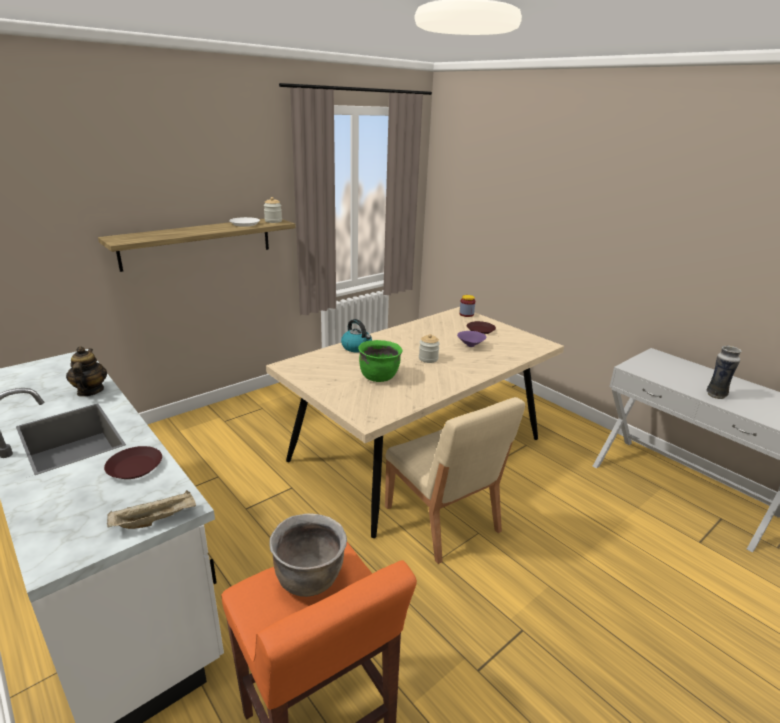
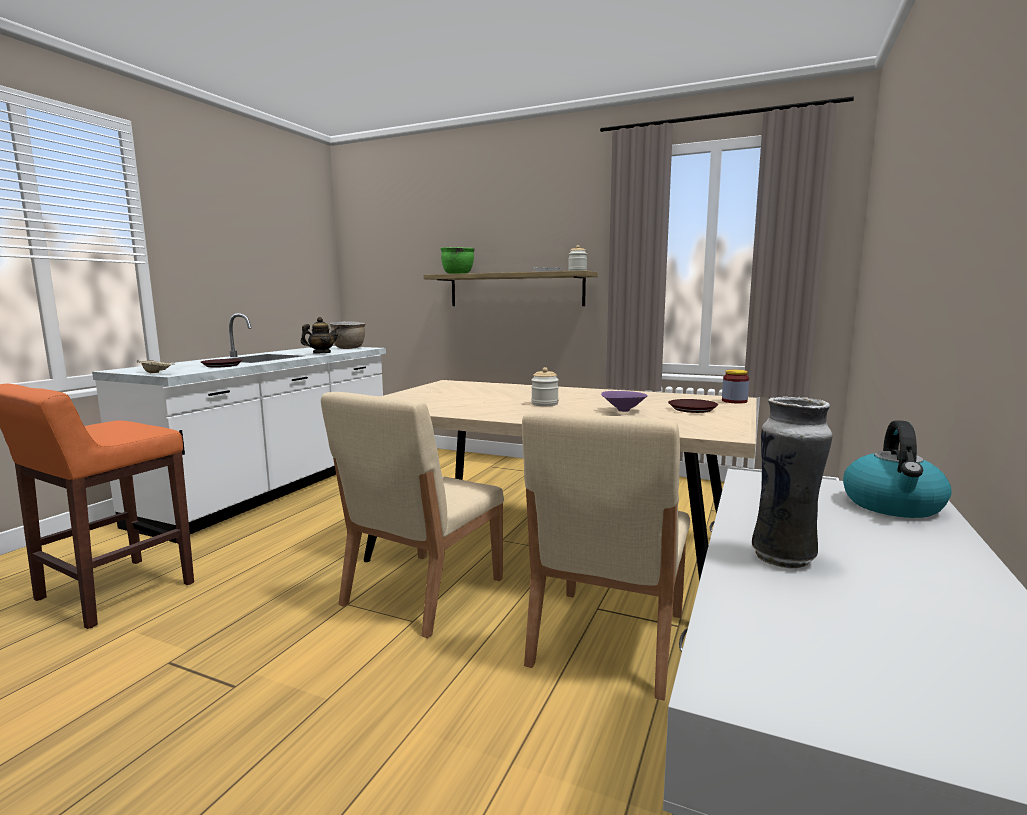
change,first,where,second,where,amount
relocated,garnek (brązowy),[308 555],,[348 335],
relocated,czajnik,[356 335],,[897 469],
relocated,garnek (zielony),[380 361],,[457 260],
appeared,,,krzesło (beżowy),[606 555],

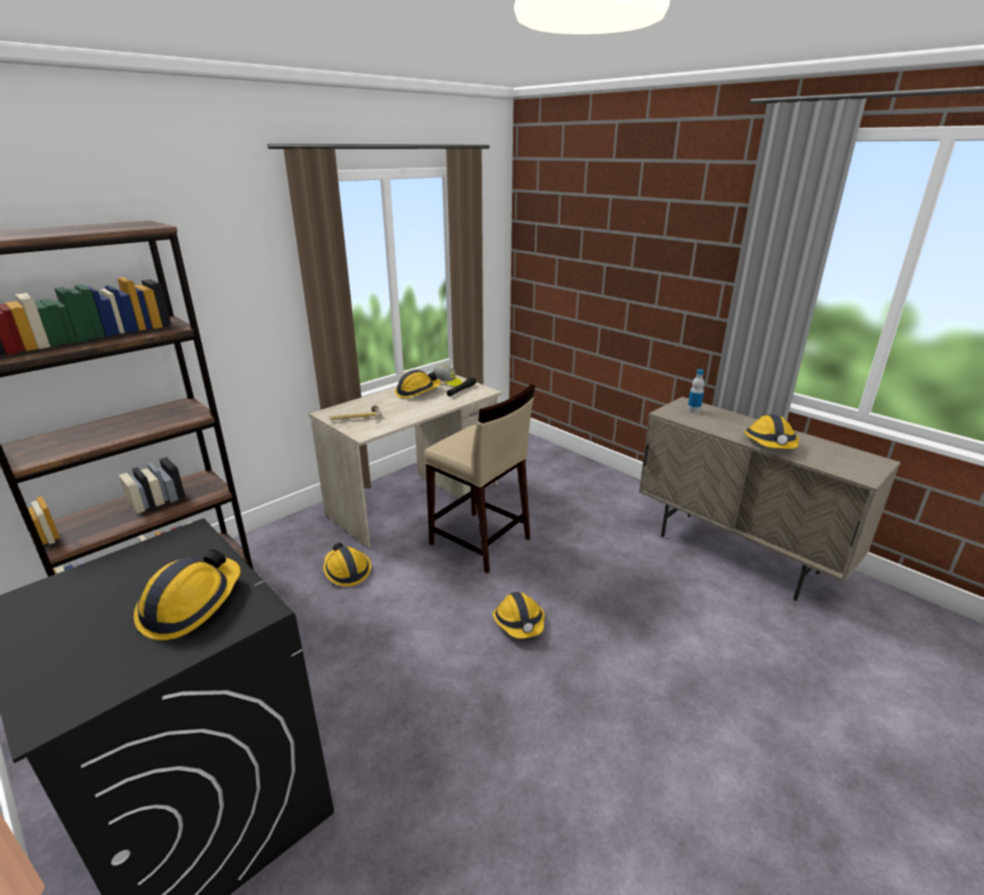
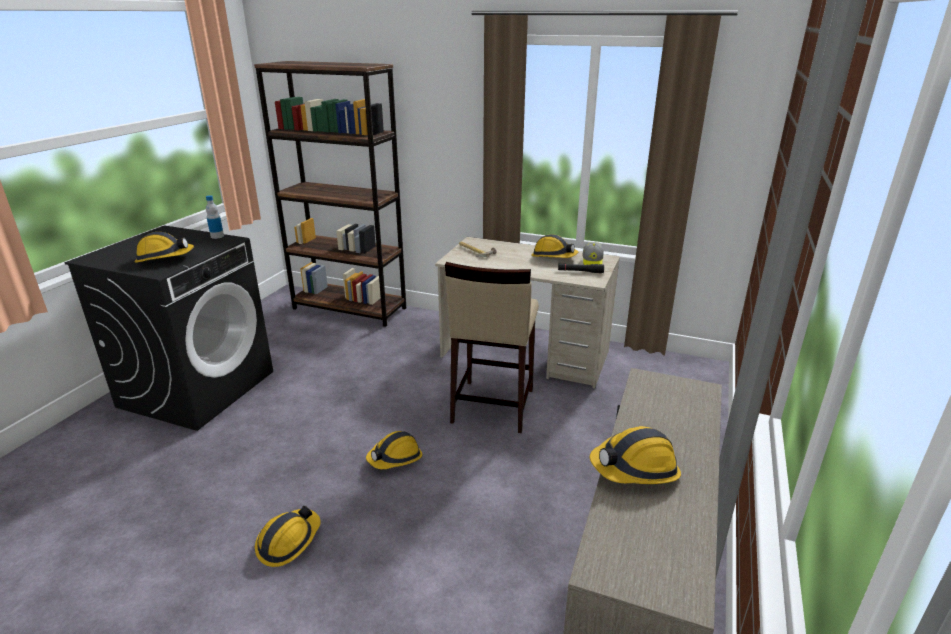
change,first,where,second,where,amount
relocated,kask,[347 565],,[288 536],
relocated,butelka,[696 391],,[215 217],

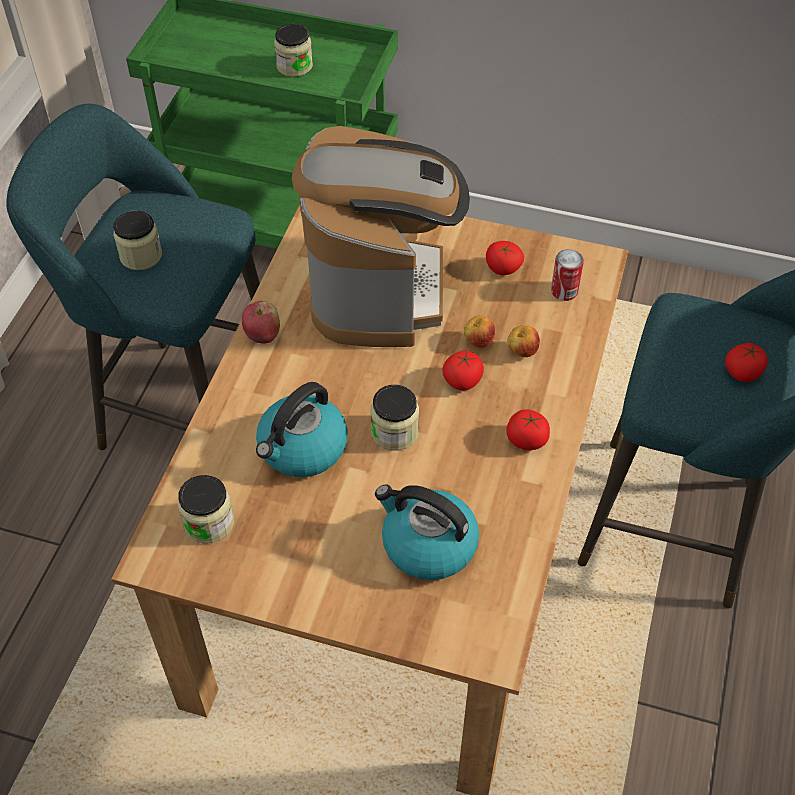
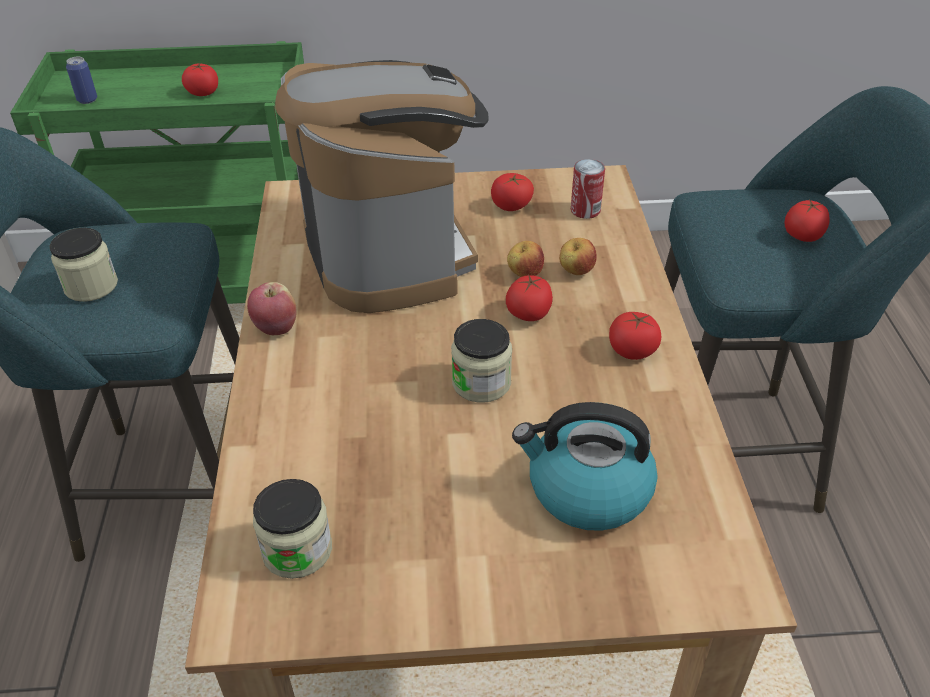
change,first,where,second,where,amount
missing,czajnik,[302 429],,,
exchanged,słoik,[293 50],pomidor,[200 79],
appeared,,,puszka,[81 80],

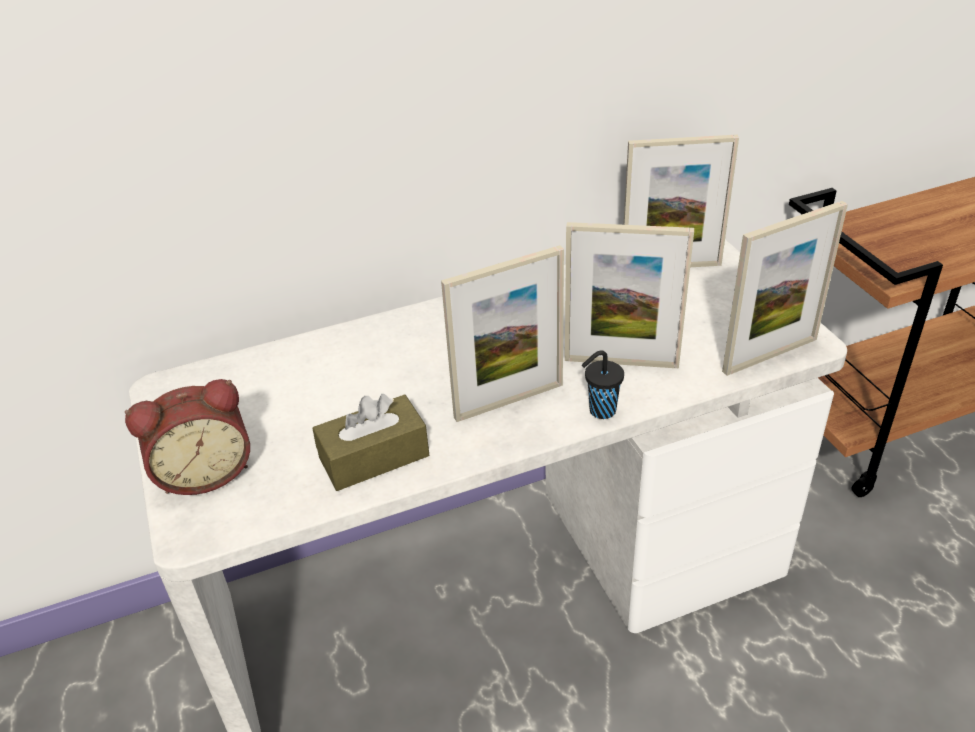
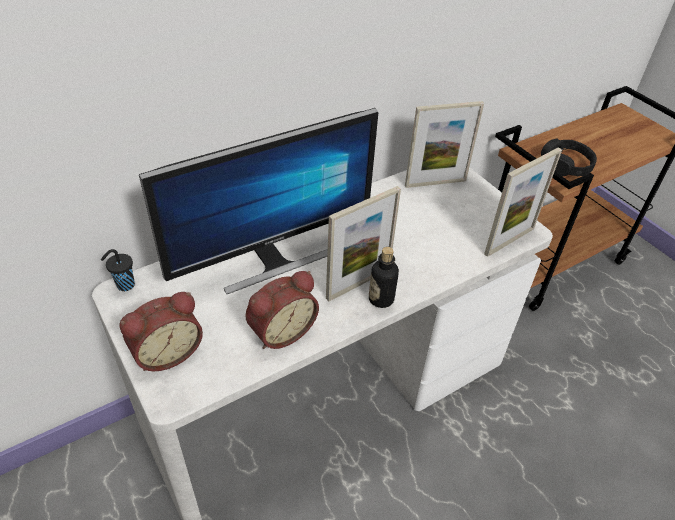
change,first,where,second,where,amount
exchanged,pudełko chusteczek (brązowy),[370 442],budzik,[282 310],
missing,ramka na zdjęcie,[629 295],,,
relocated,filiżanka (czarny),[603 384],,[118 270],
appeared,,,monitor,[258 201],
appeared,,,butelka,[384 277],
appeared,,,słuchawki (czarny),[569 158],

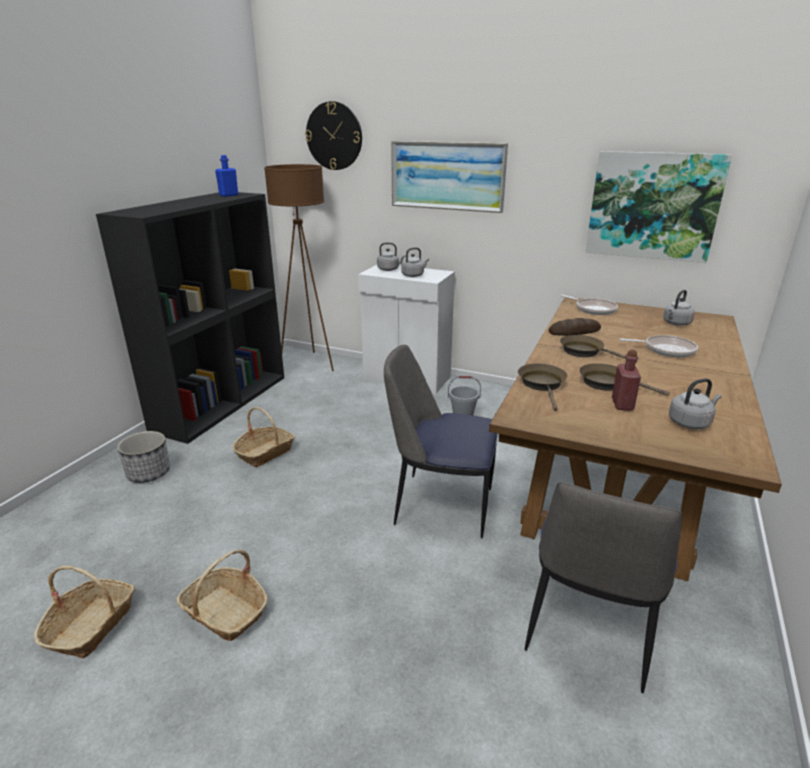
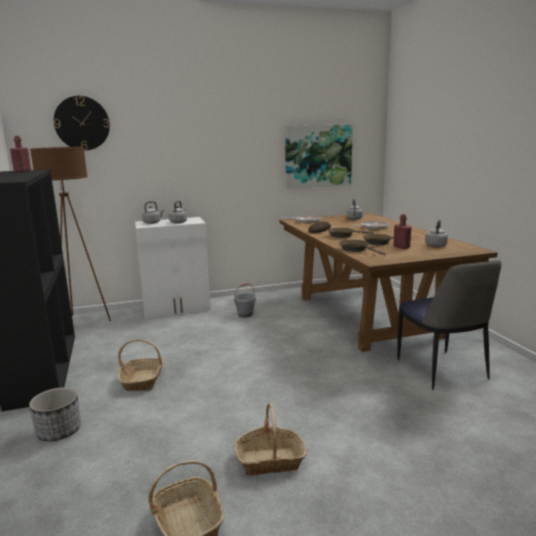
change,first,where,second,where,amount
colour,butelka (niebieski),[226 176],butelka (czerwony),[20 154],
missing,krzesło,[441 441],,,
missing,obraz,[449 177],,,

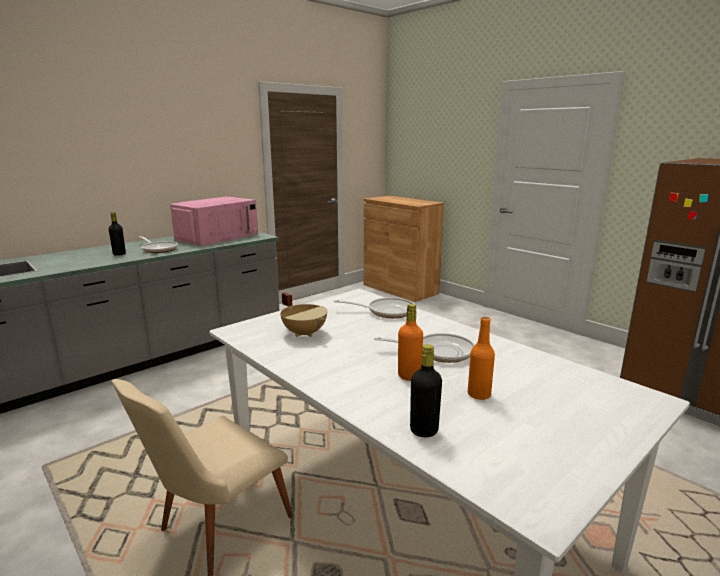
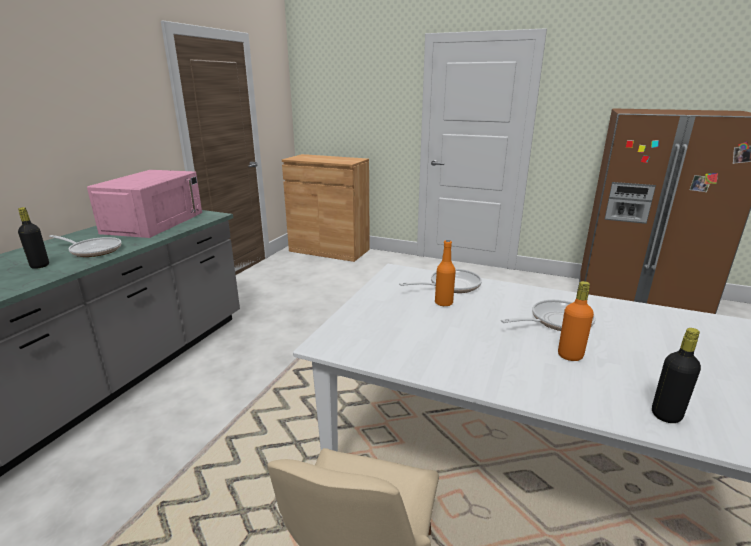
change,first,where,second,where,amount
missing,garnek (beżowy),[304 314],,,
relocated,butelka (pomarańczowy),[481 358],,[445 273],

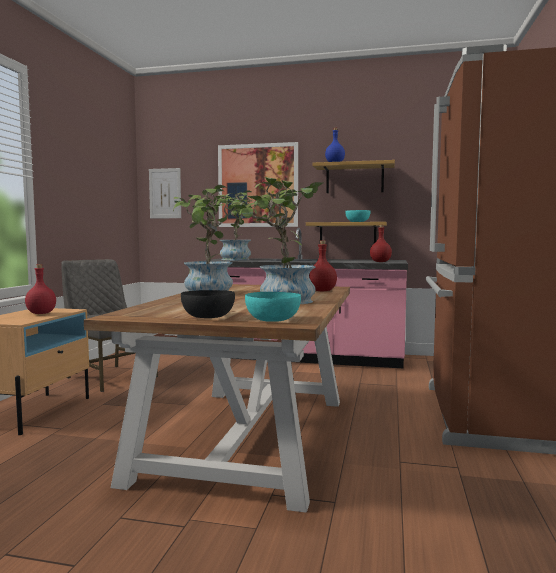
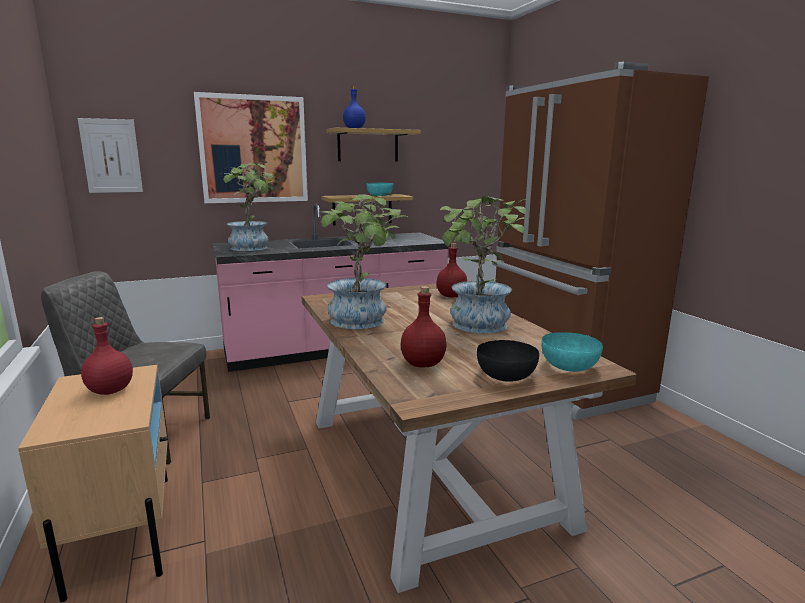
change,first,where,second,where,amount
relocated,butelka (czerwony),[381 243],,[423 326],

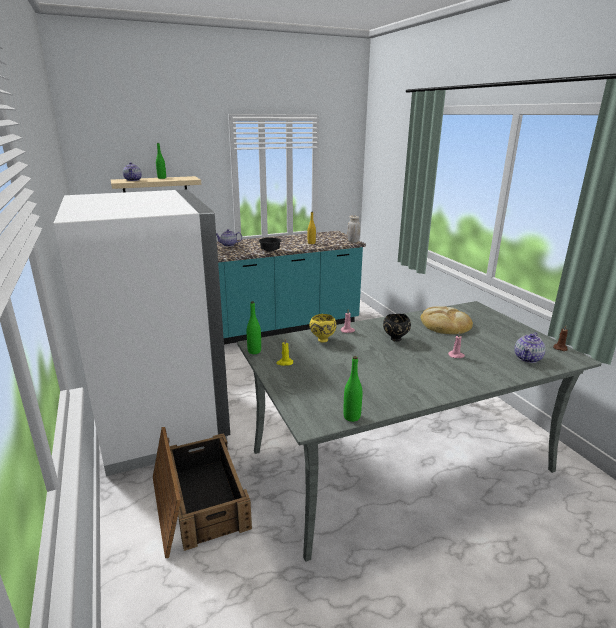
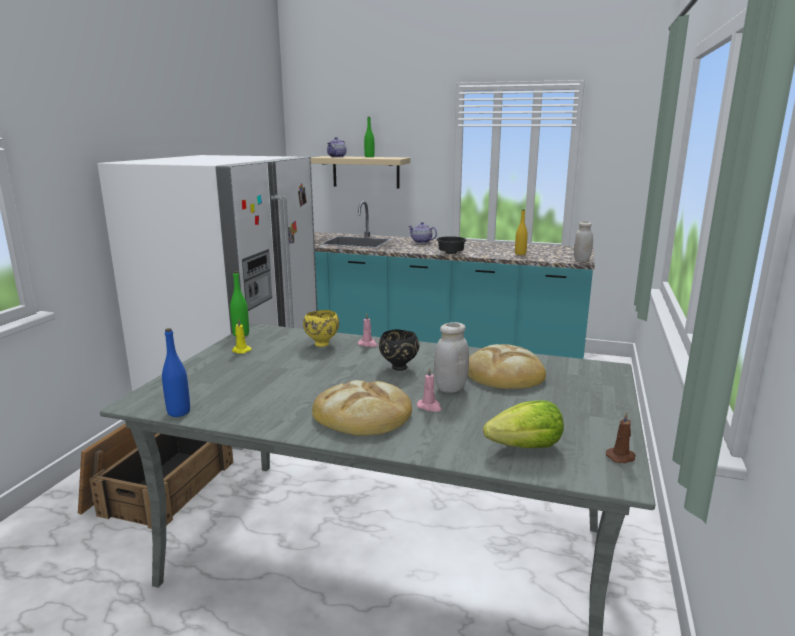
change,first,where,second,where,amount
colour,butelka (zielony),[352 389],butelka (niebieski),[176 372],
exchanged,imbryk,[530 347],sałata,[523 424],
appeared,,,chleb,[362 408],
appeared,,,słoik (biały),[451 357],

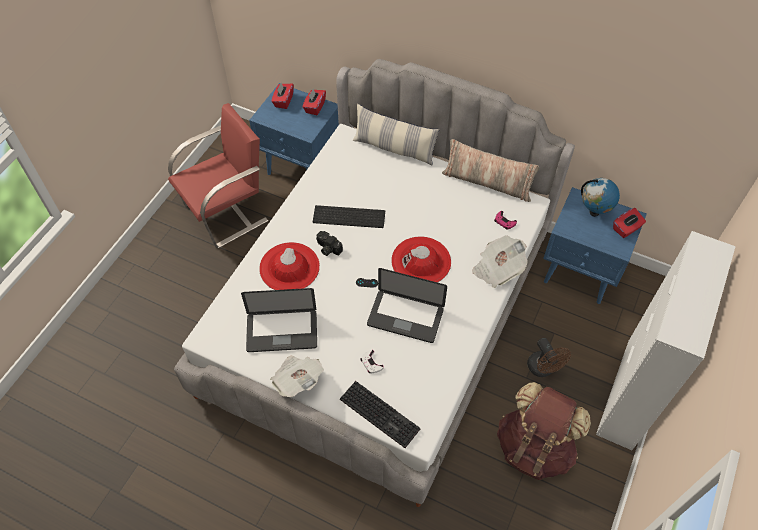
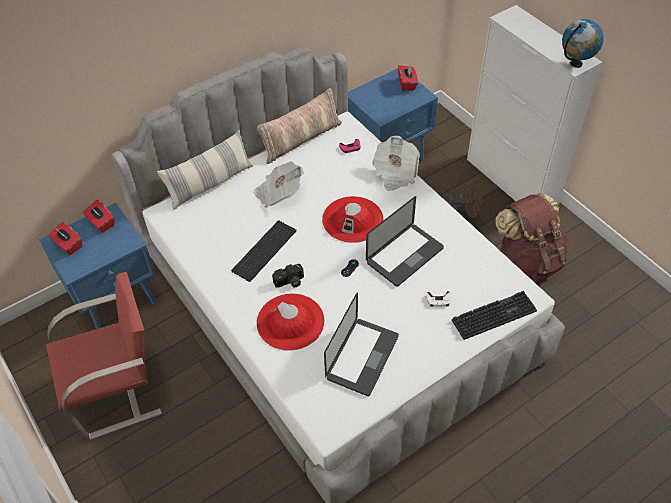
change,first,where,second,where,amount
spun,krzesło (czerwony),[218 175],,[104 356],75 degrees clockwise
relocated,gazeta,[297 376],,[278 185],
relocated,globus,[600 197],,[583 43],

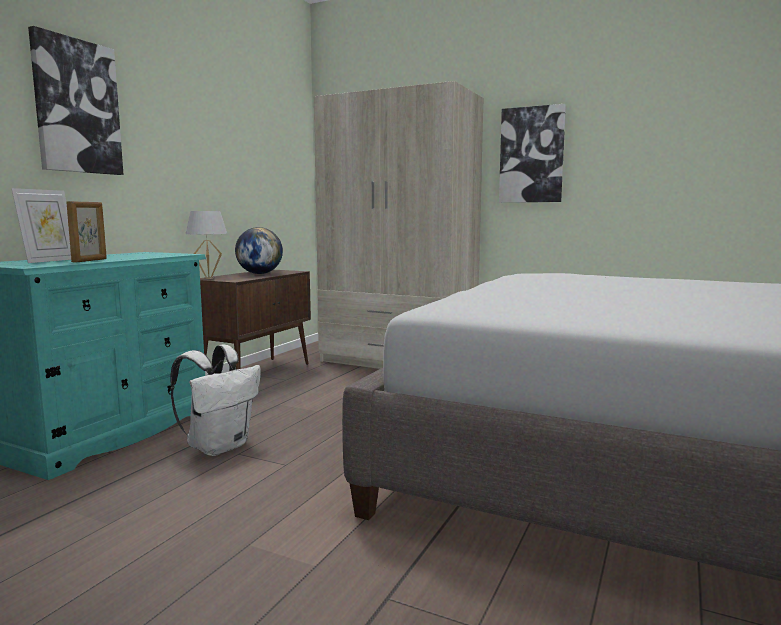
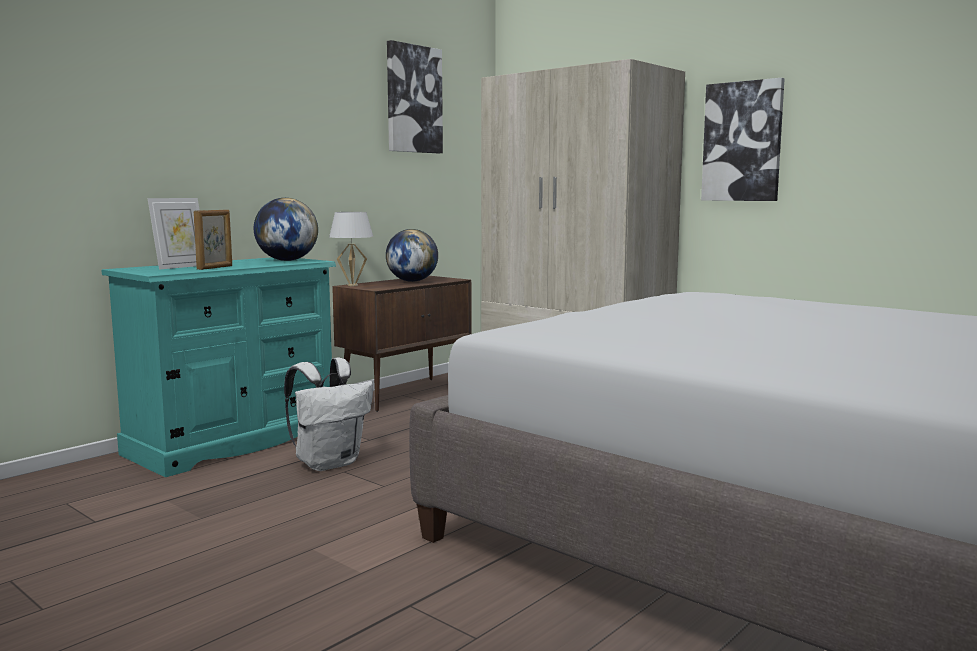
change,first,where,second,where,amount
relocated,obraz,[76 100],,[415 96],
appeared,,,globus,[286 229],

